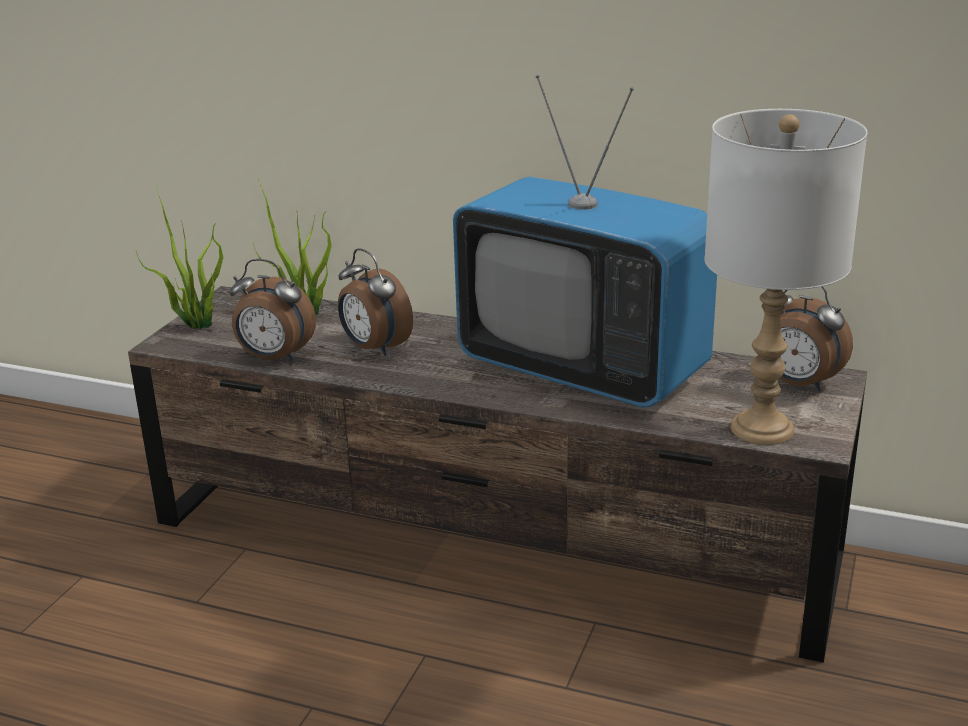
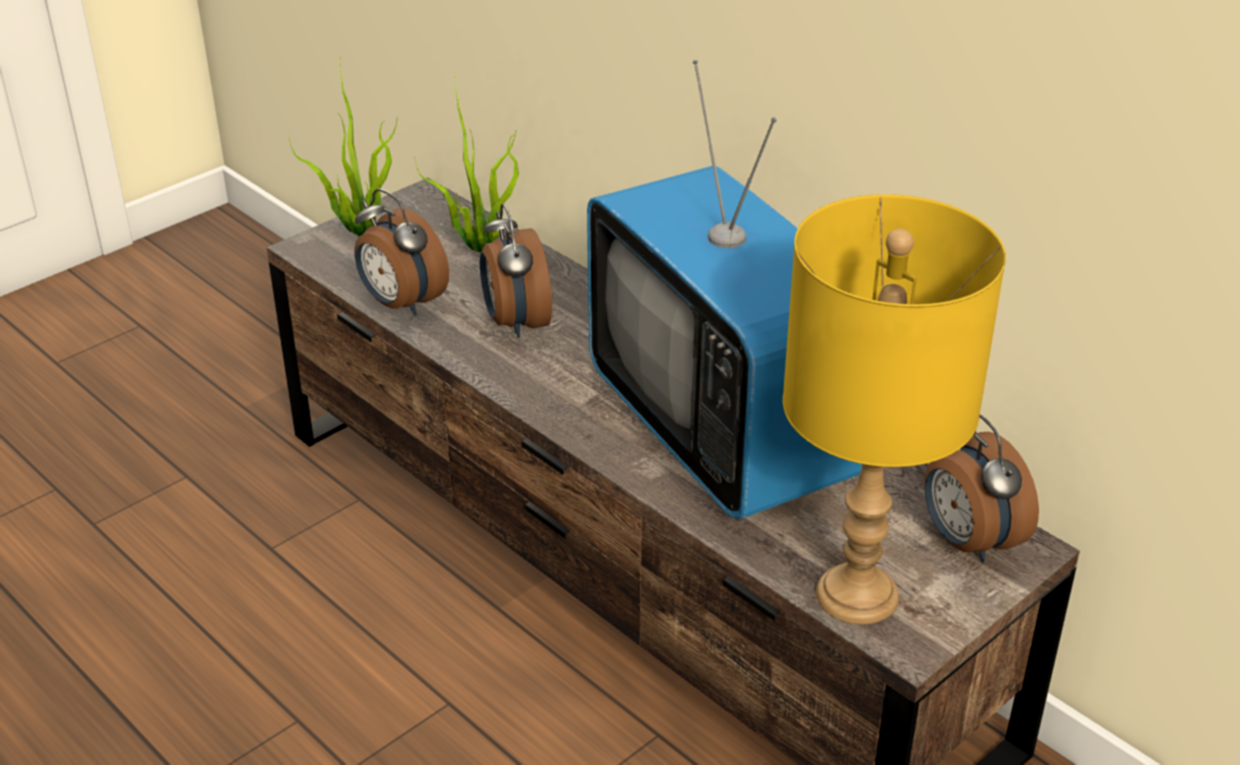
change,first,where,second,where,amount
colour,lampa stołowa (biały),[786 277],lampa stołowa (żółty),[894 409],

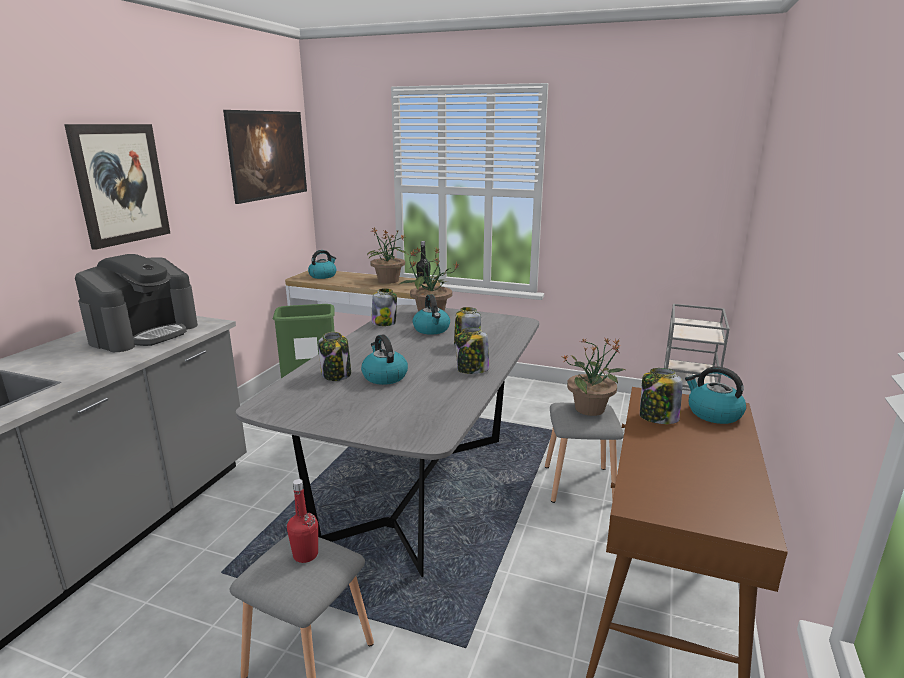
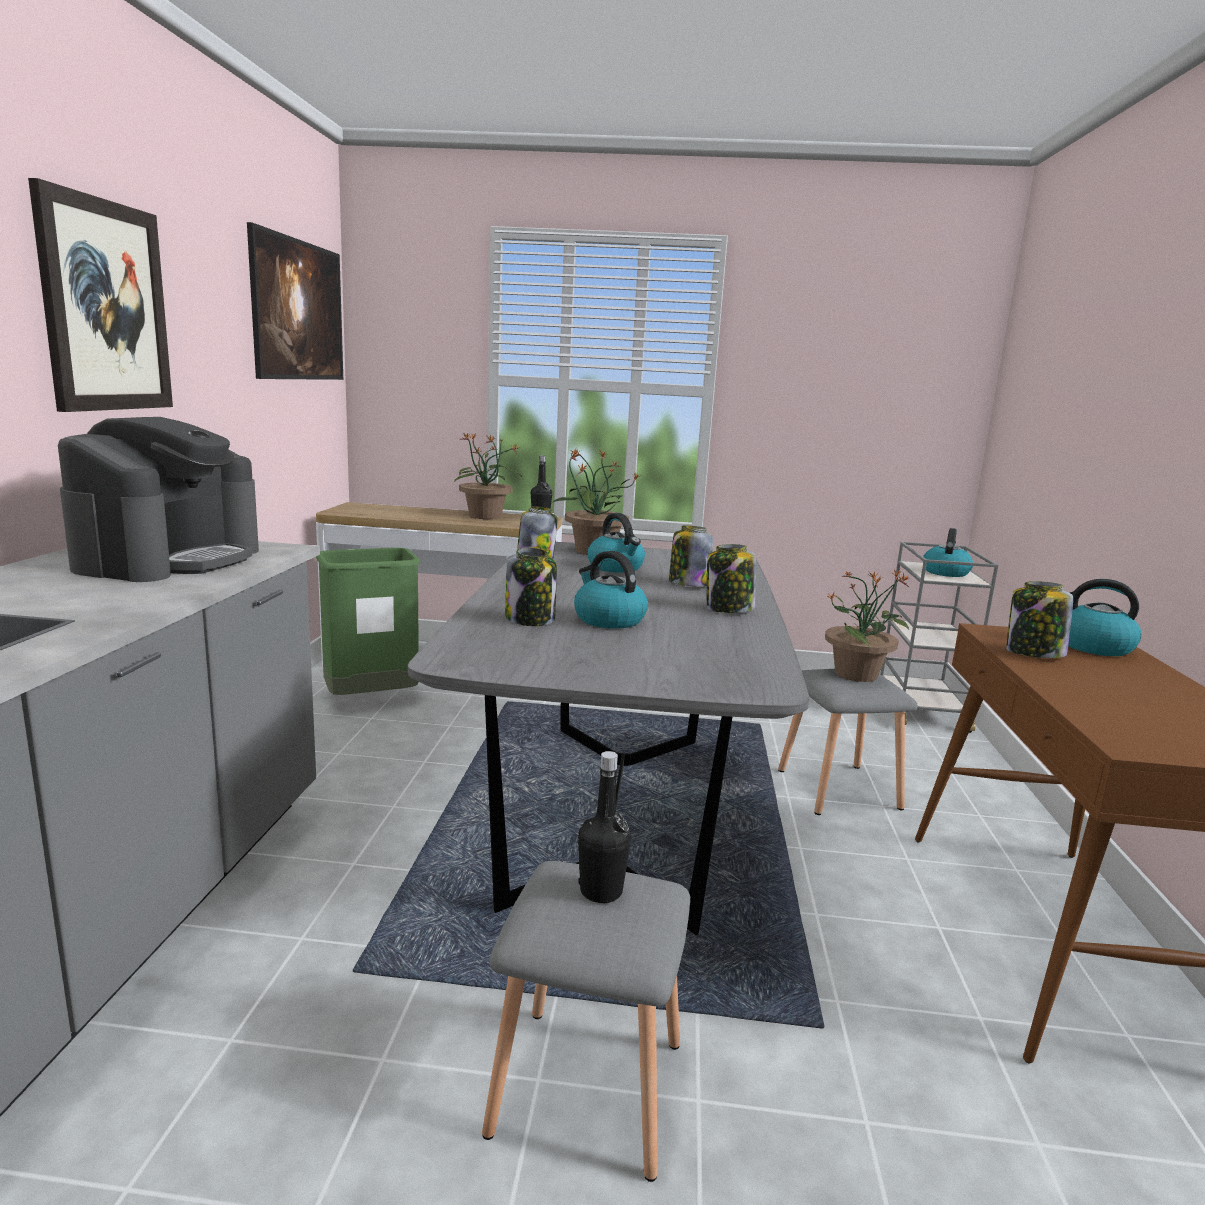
change,first,where,second,where,amount
colour,butelka (czerwony),[302 521],butelka (czarny),[604 827],
relocated,czajnik,[322 264],,[948 552],

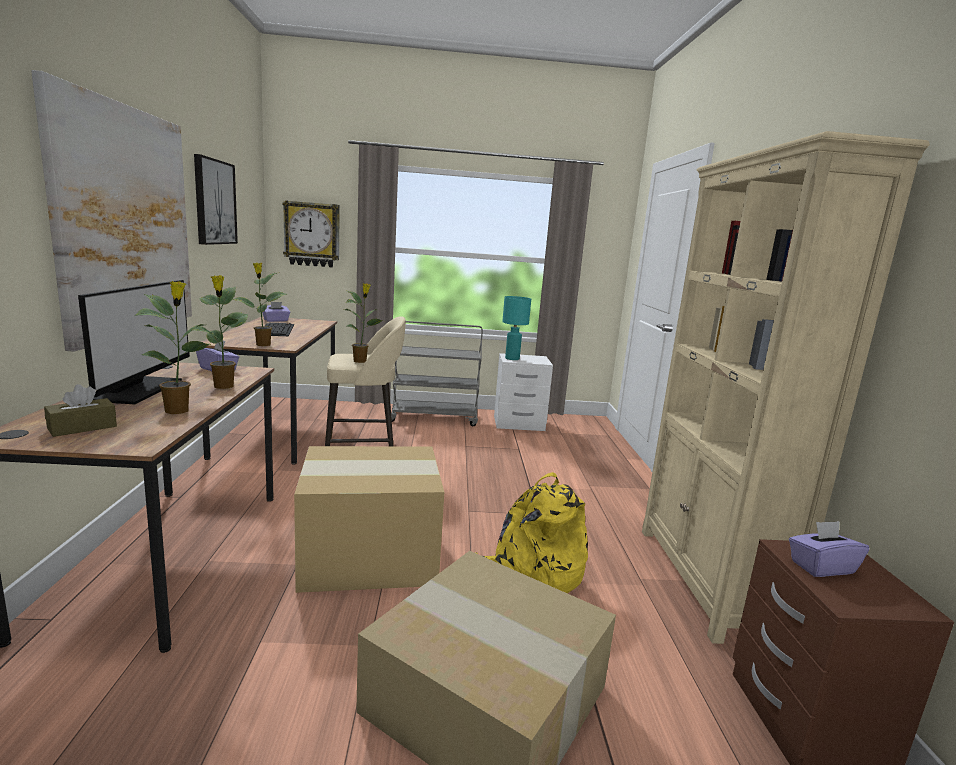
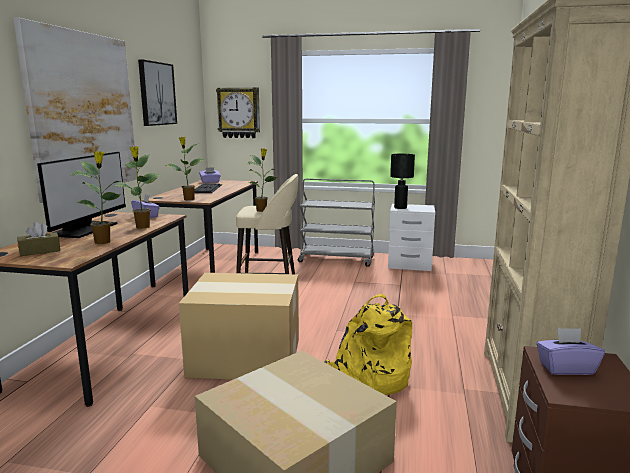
change,first,where,second,where,amount
colour,lampa stołowa (turkusowy),[516 328],lampa stołowa (czarny),[402 181],

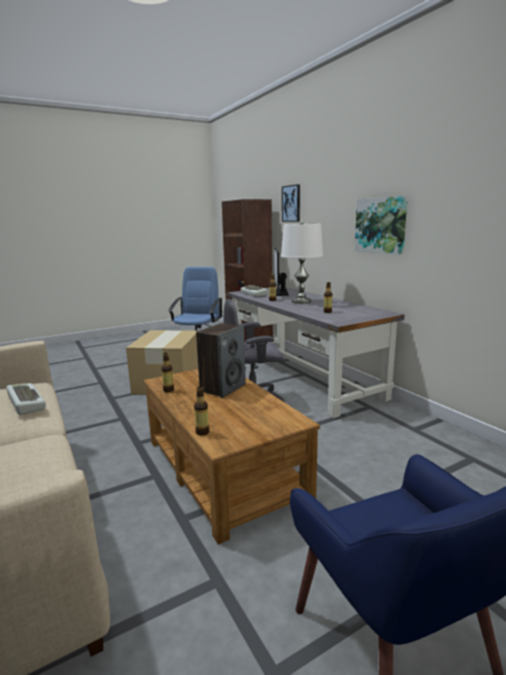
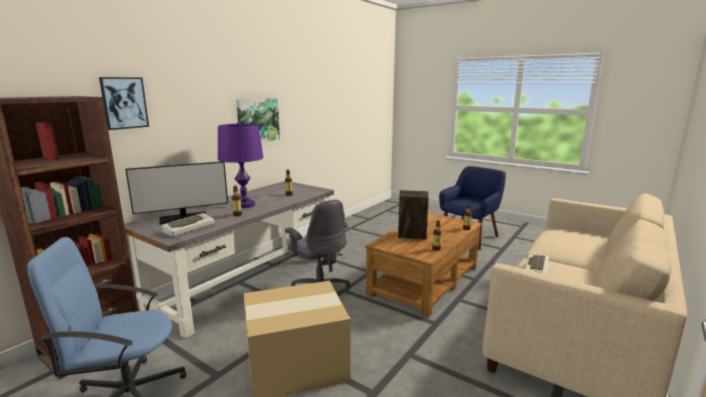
change,first,where,second,where,amount
colour,lampa stołowa (biały),[302 262],lampa stołowa (fioletowy),[241 165],

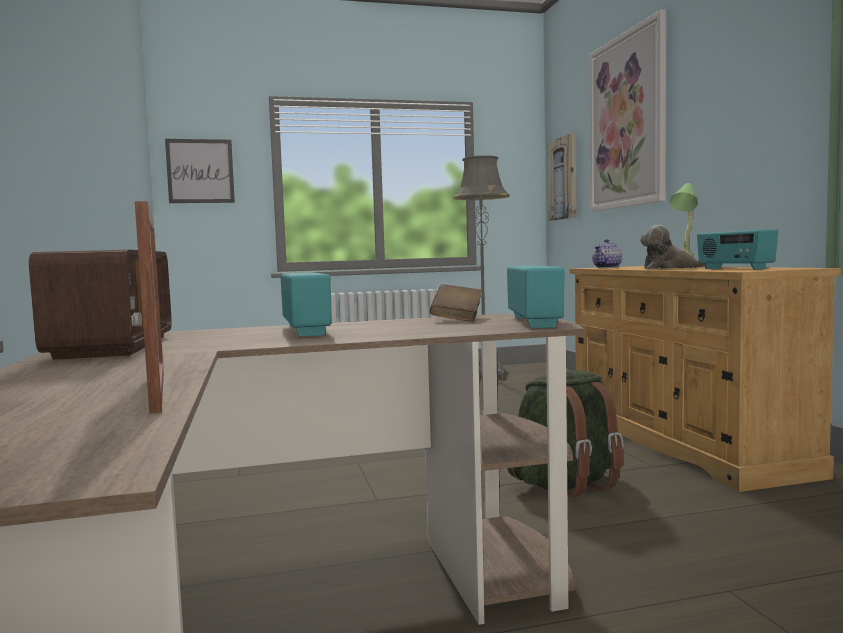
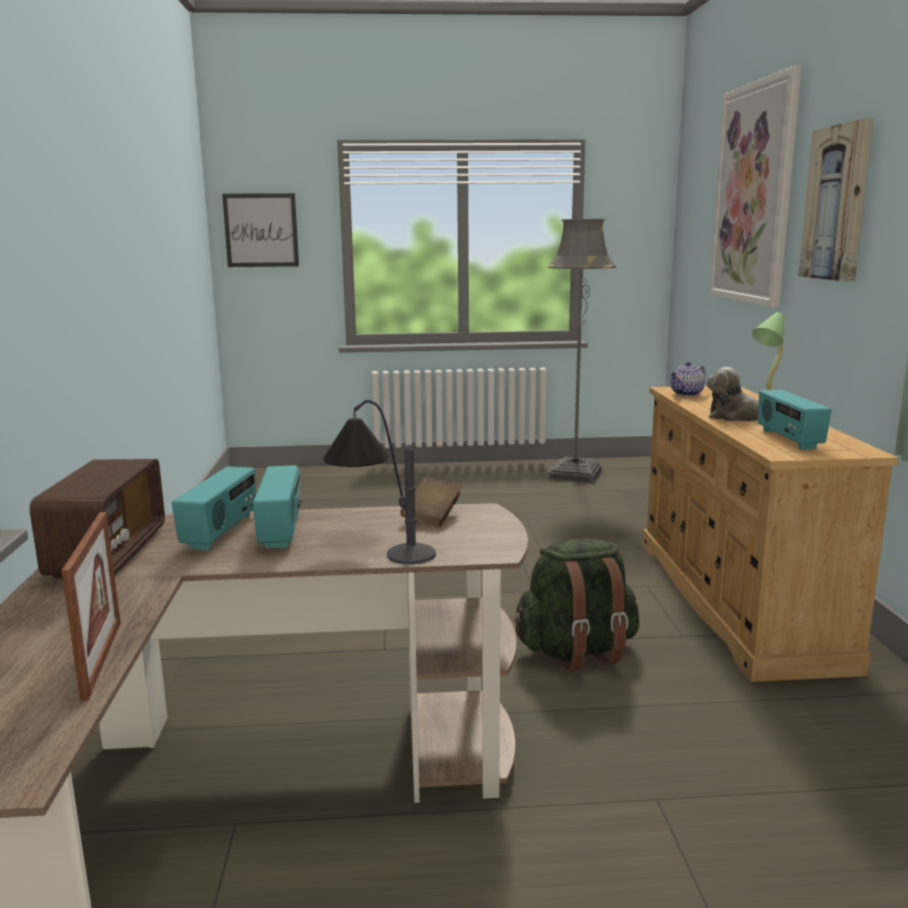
change,first,where,second,where,amount
relocated,radio,[536 296],,[214 509],
relocated,obraz,[561 177],,[836 200],
appeared,,,lampa stołowa,[379 482],

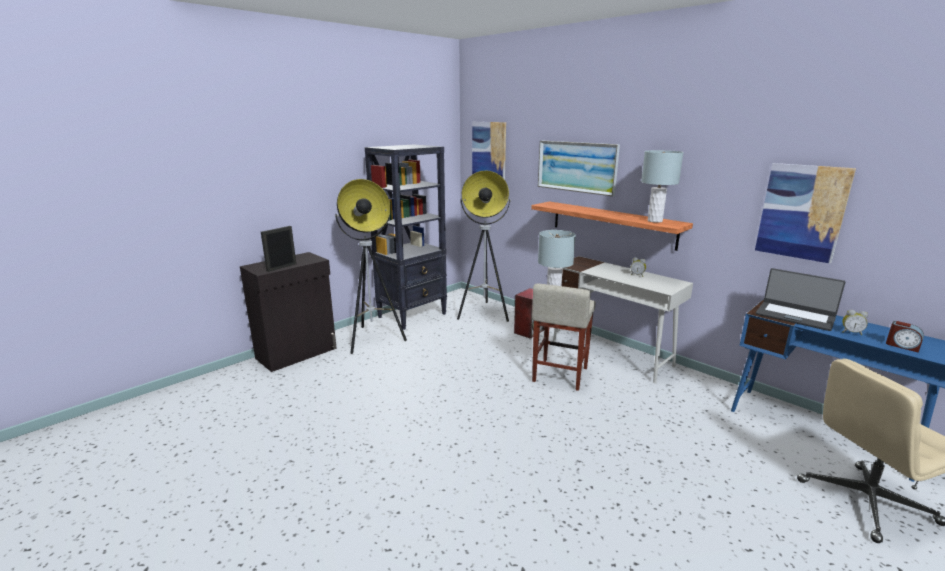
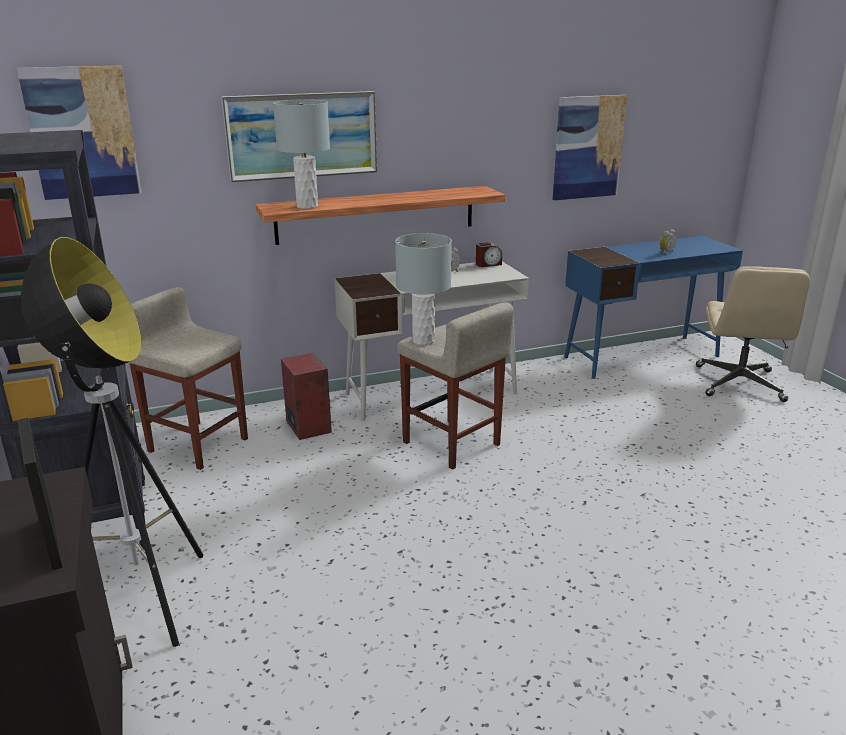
change,first,where,second,where,amount
exchanged,lampa stojąca,[484 246],stołek (beżowy),[188 378],
relocated,lampa stołowa (szary),[662 186],,[301 154],
missing,laptop,[800 299],,,
relocated,budzik,[905 337],,[489 254],

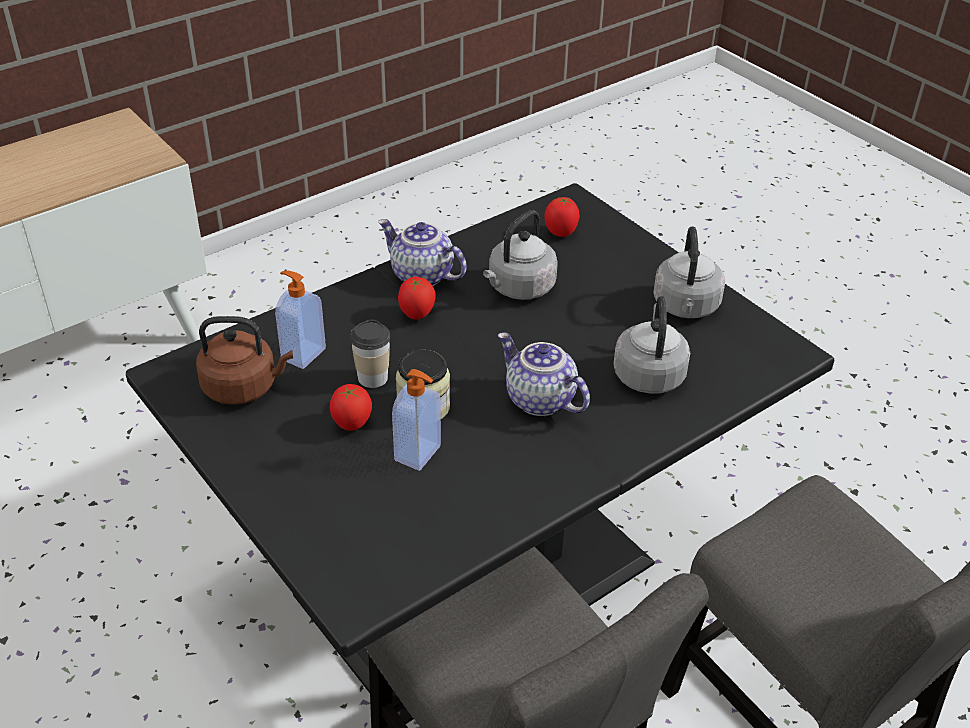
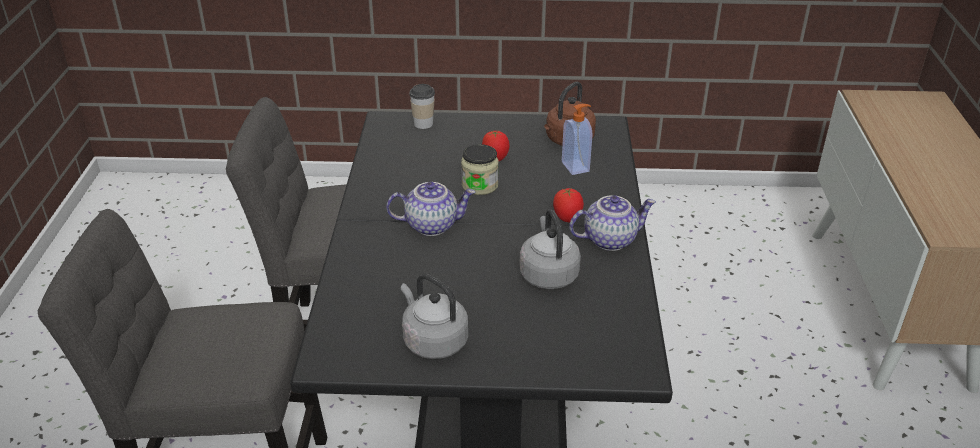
change,first,where,second,where,amount
relocated,filiżanka,[370 353],,[422 106],
missing,dozownik mydła,[416 420],,,
missing,pomidor,[562 217],,,
missing,czajnik (szary),[651 345],,,

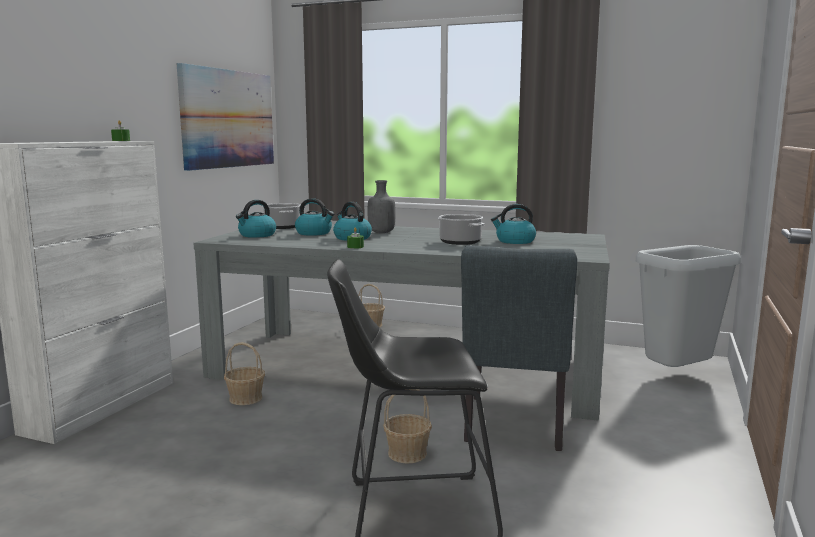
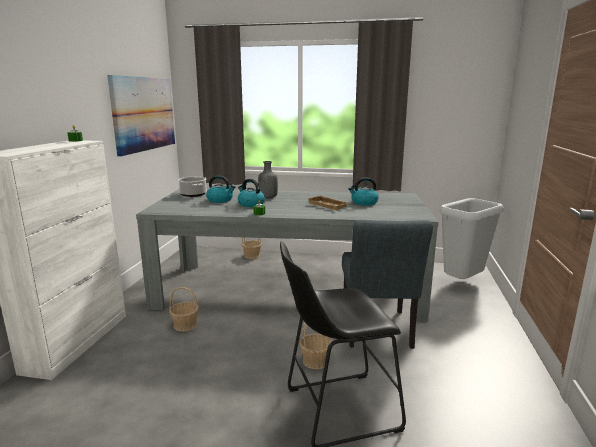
change,first,where,second,where,amount
missing,czajnik,[256 219],,,
exchanged,garnek,[461 229],taca (beżowy),[328 202],

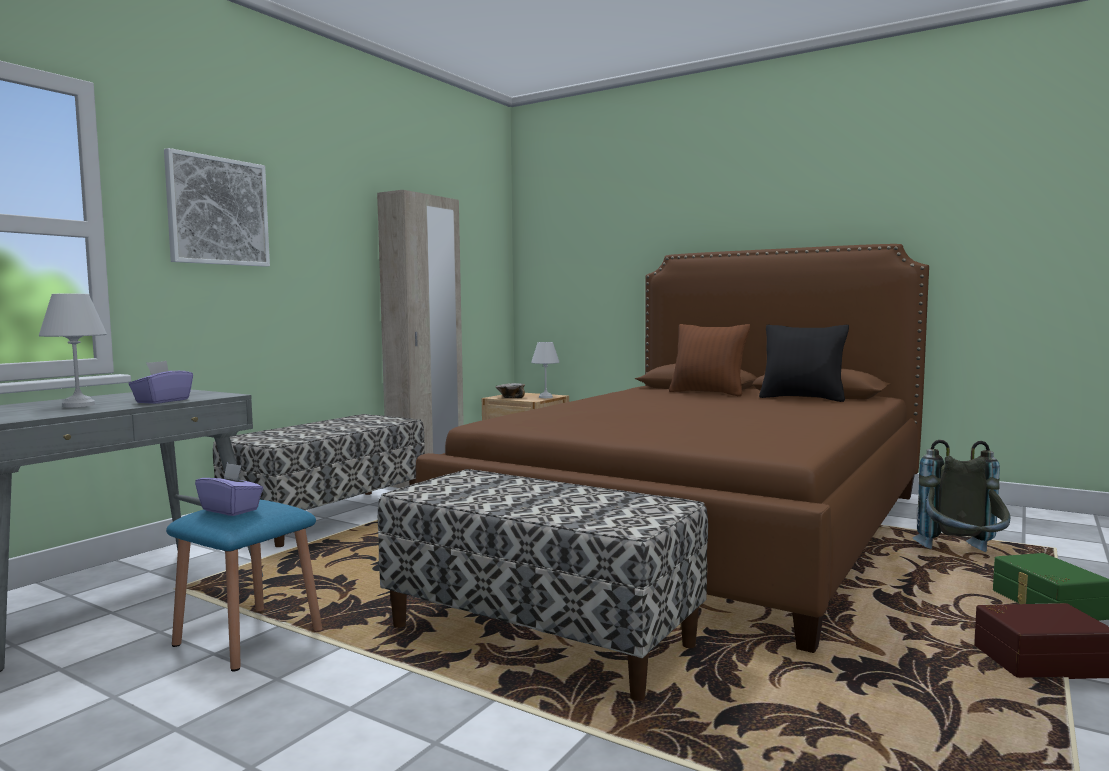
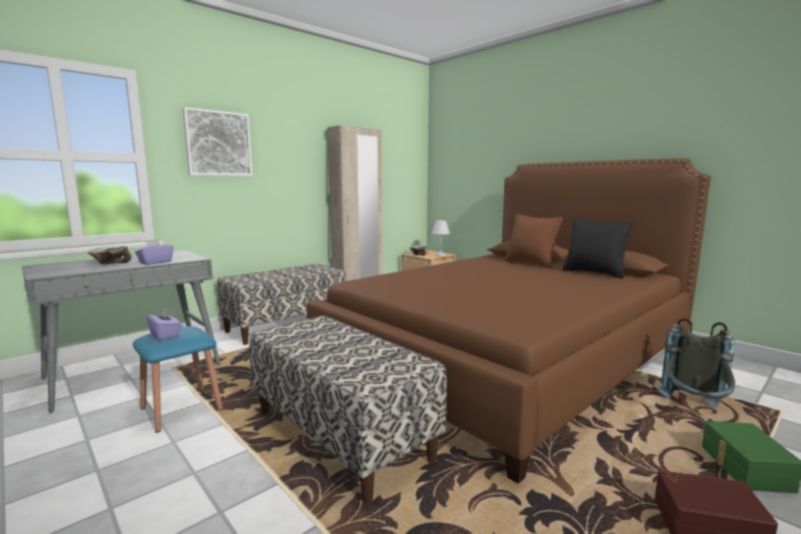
change,first,where,second,where,amount
exchanged,lampa stołowa (biały),[73 350],miska,[109 255],

